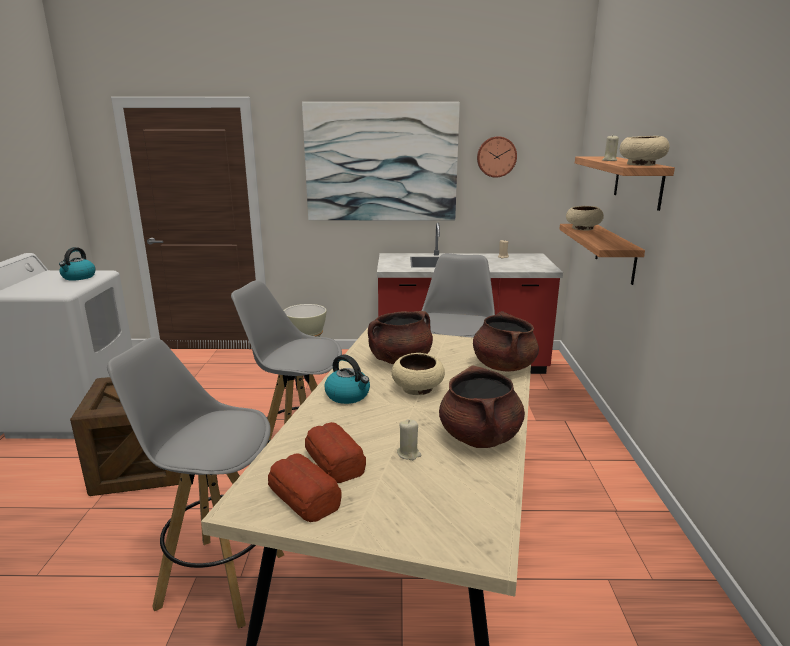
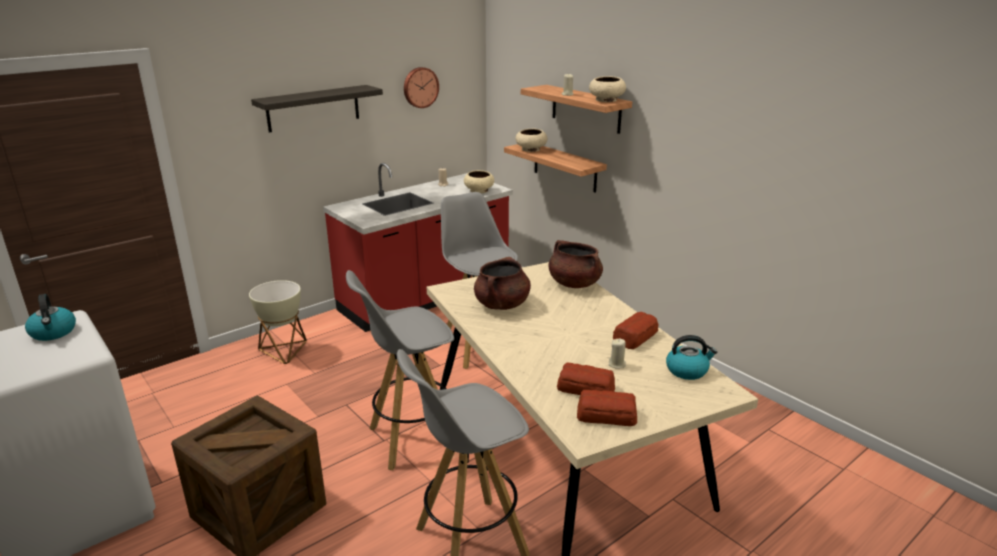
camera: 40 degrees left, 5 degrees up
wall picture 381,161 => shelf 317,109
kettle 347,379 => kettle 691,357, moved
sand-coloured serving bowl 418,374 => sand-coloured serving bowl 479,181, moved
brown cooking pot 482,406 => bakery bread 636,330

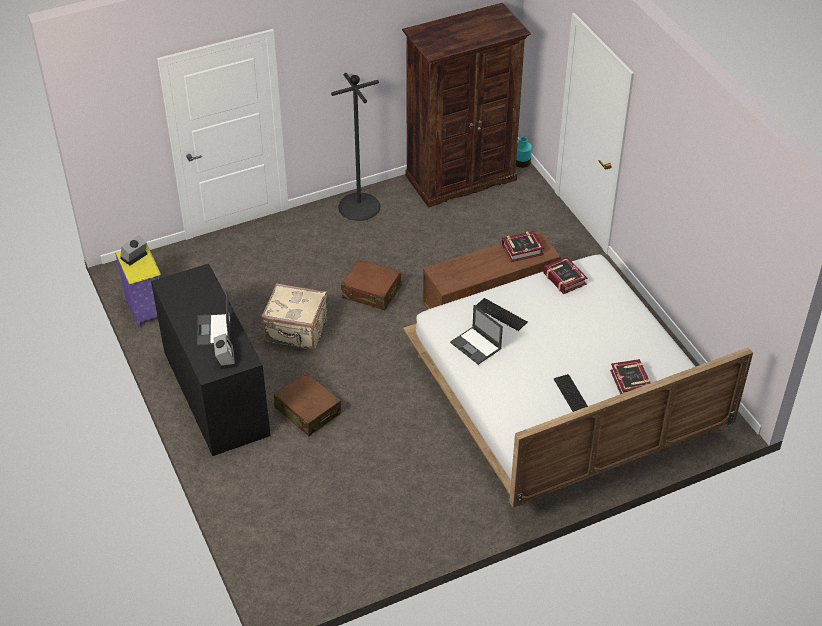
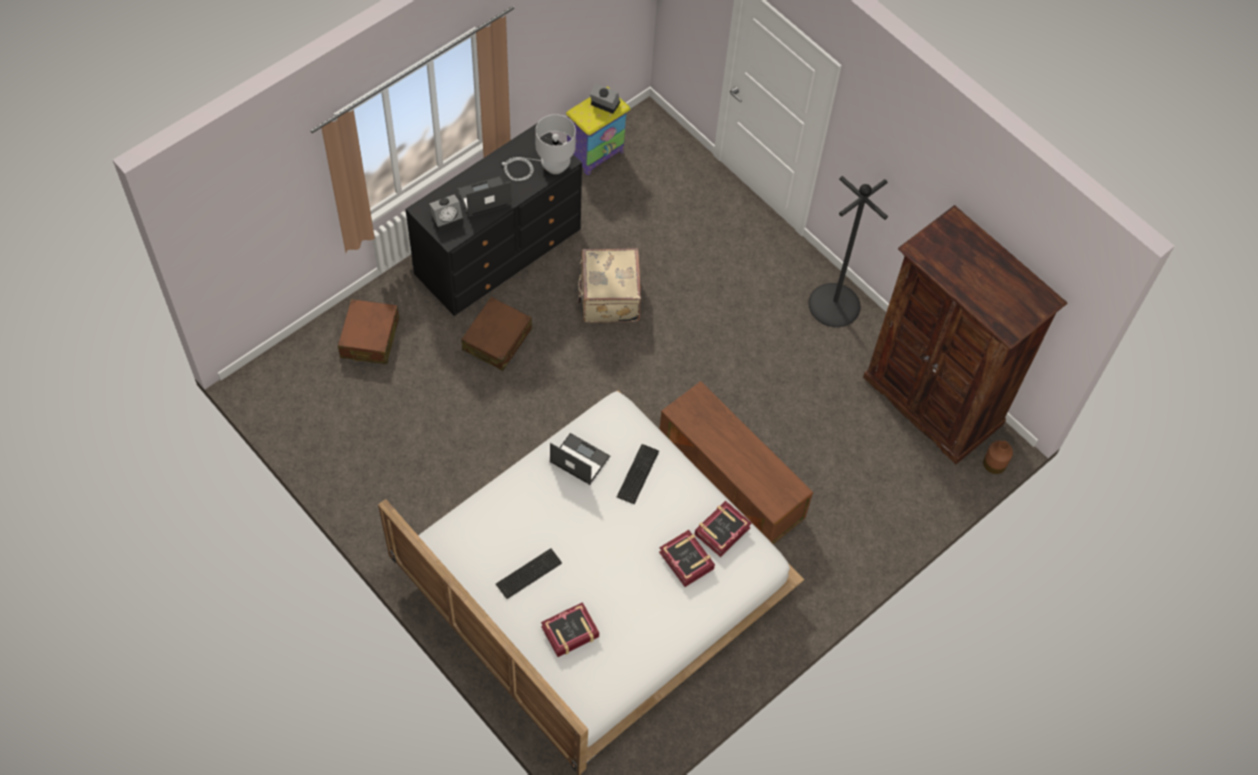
camera: 70 degrees right, 15 degrees up
brown suitcase 371,284 => brown suitcase 369,331, moved
laptop 476,335 => laptop 580,459, 90 degrees clockwise
volume 523,246 => volume 687,558, moved
turquoise flower vase 524,152 => brown flower vase 998,457
nothing => greyish table lamp 539,147

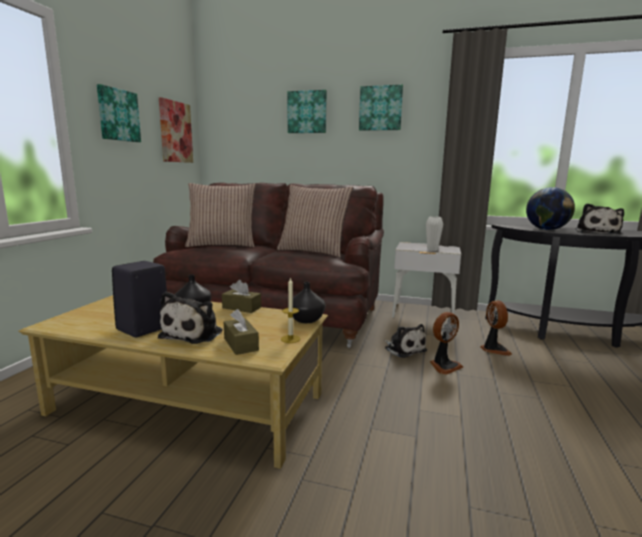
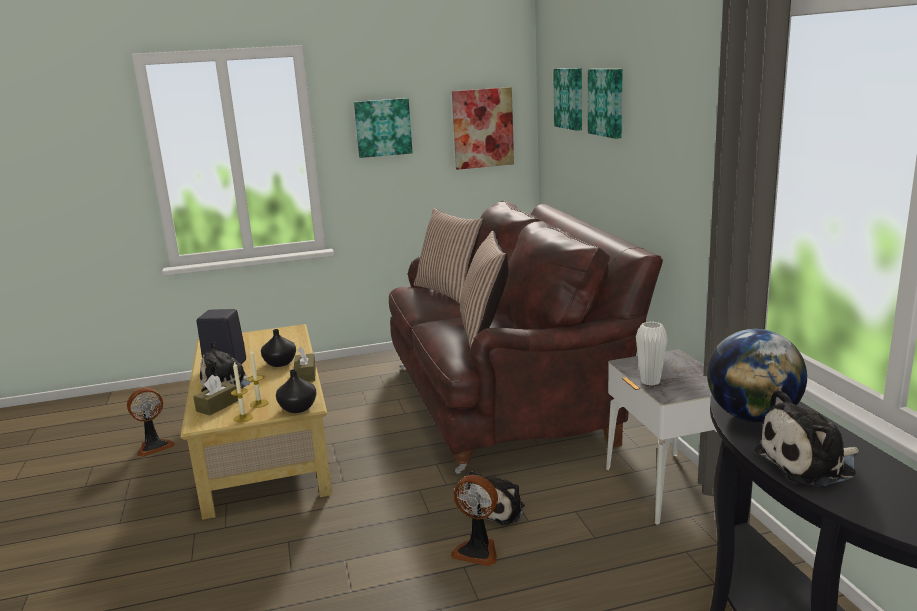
camera: 60 degrees right, 5 degrees up
wall picture 381,108 => wall picture 567,99, moved
fan 496,328 => fan 151,422, moved
nothing => wax light 257,379

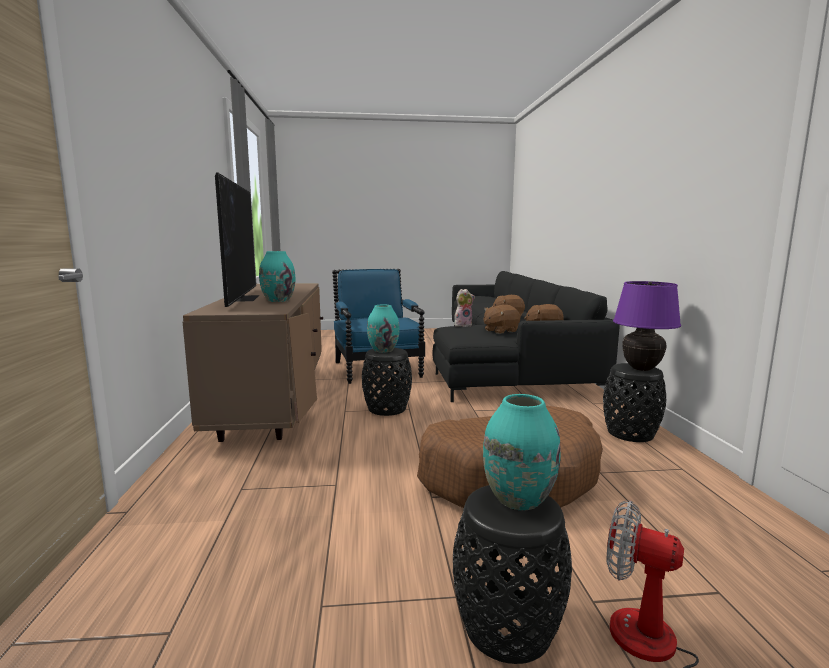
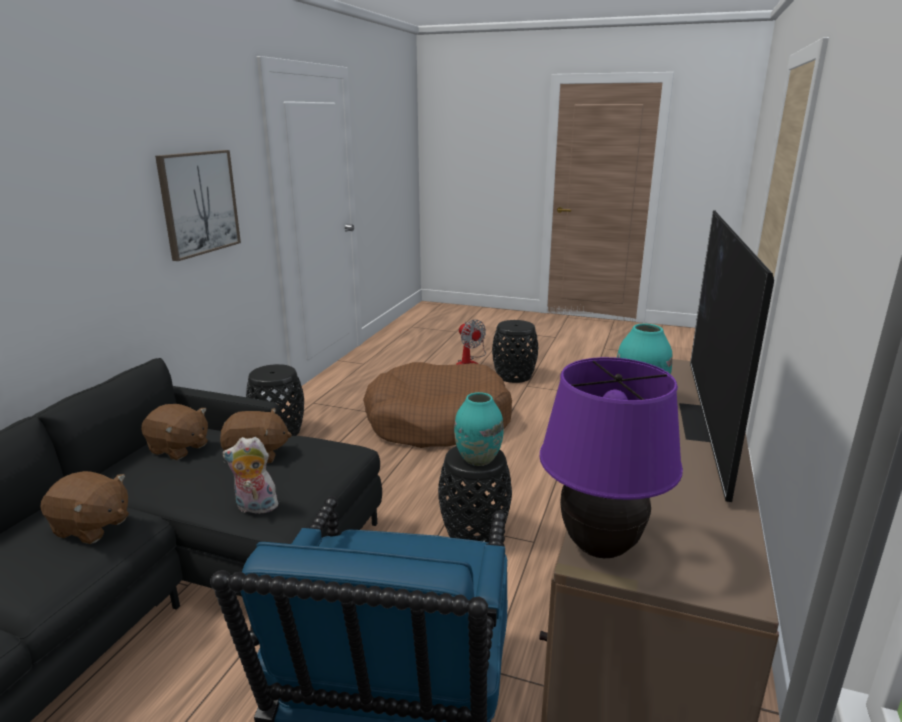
camera: 155 degrees left, 10 degrees up
turquoise flower vase 522,452 => nothing
purplish table lamp 647,326 => purplish table lamp 611,458, moved
nothing => wall picture 198,205

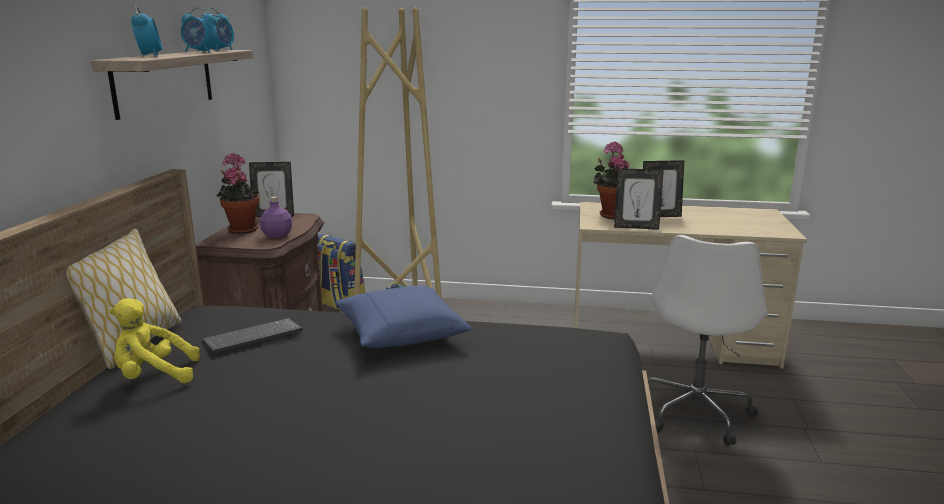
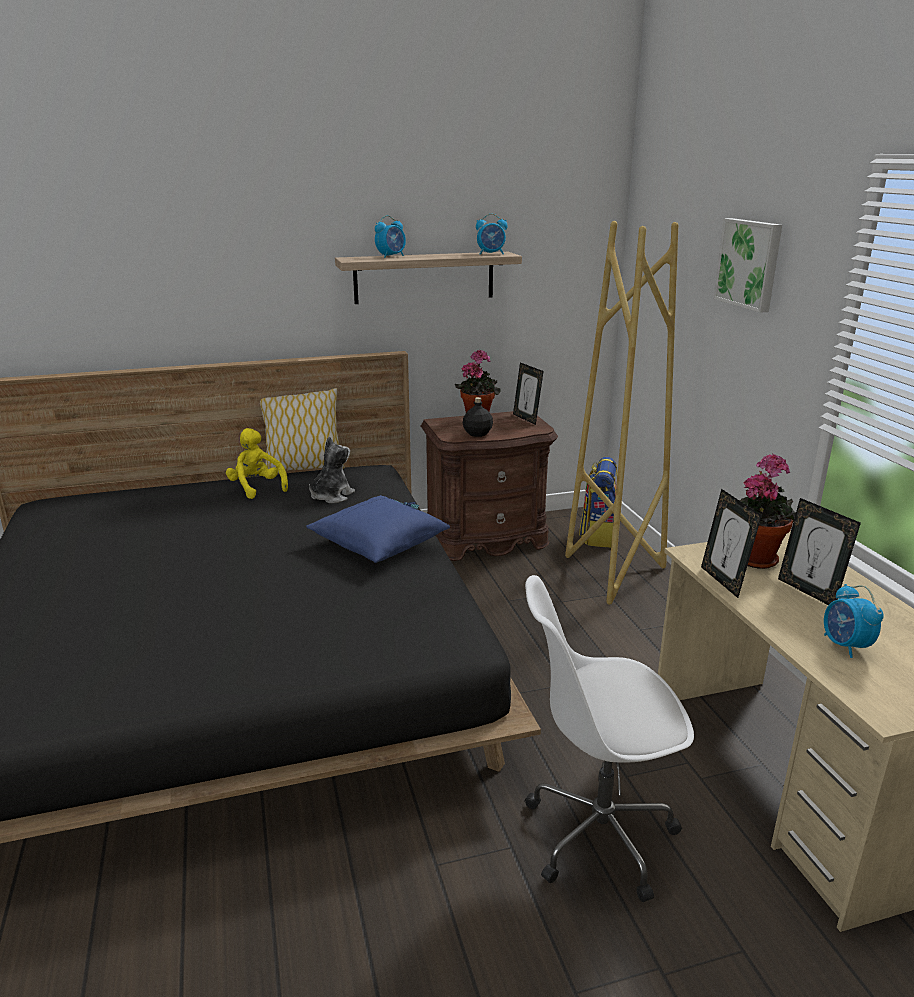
camera: 65 degrees right, 5 degrees up
table clock 199,29 => table clock 854,621, moved
keyboard 253,335 => cuddly toy 332,470
purplish drink bottle 276,217 => black drink bottle 478,417
nothing => wall picture 747,265

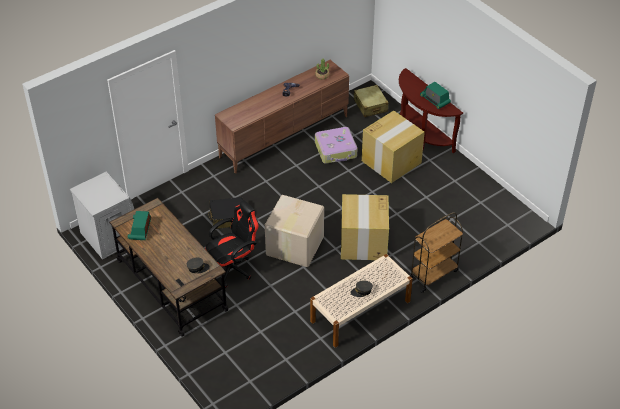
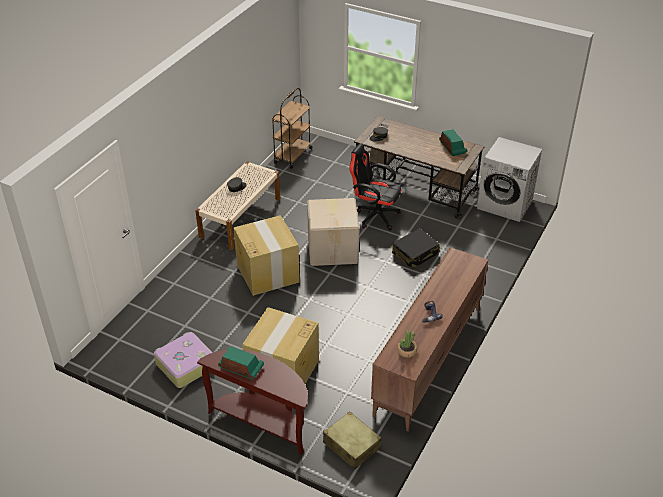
camera: 155 degrees right, 5 degrees down
black computer chair 232,244 => black computer chair 375,186, 90 degrees clockwise
suitcase 336,145 => suitcase 183,360, moved
brown wheeled cart 436,252 => brown wheeled cart 292,128, moved

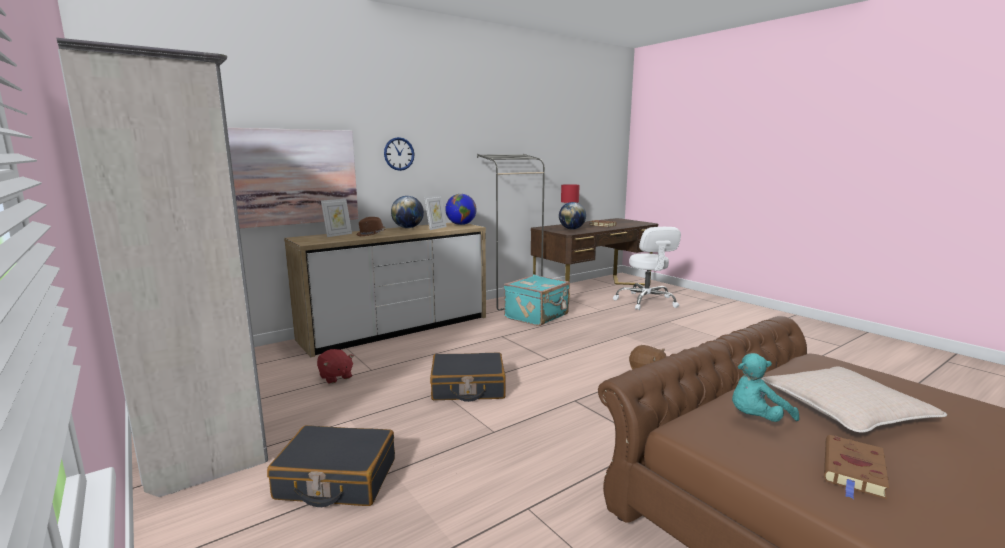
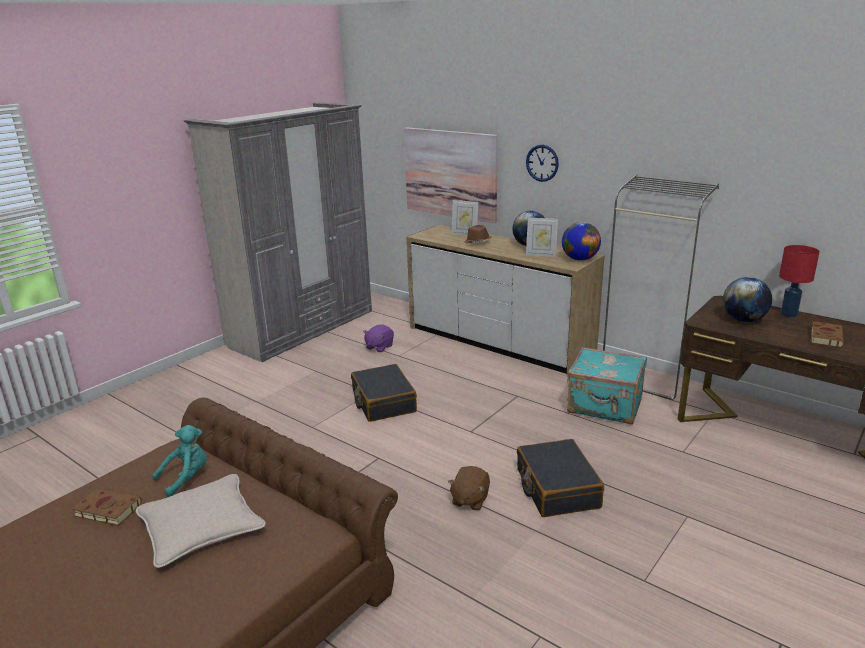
camera: 75 degrees right, 10 degrees up
black suitcase 331,466 => black suitcase 560,478, moved
reddish cuddly toy 335,366 => purplish cuddly toy 378,338
whitish computer chair 647,268 => nothing
turquoise cuddly toy 765,387 => turquoise cuddly toy 179,461, 90 degrees clockwise

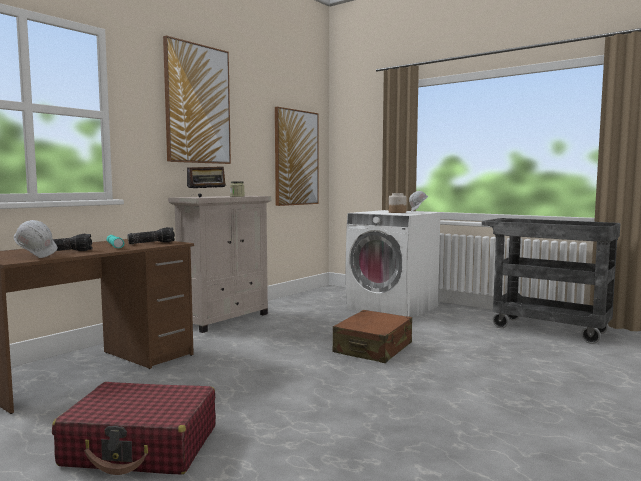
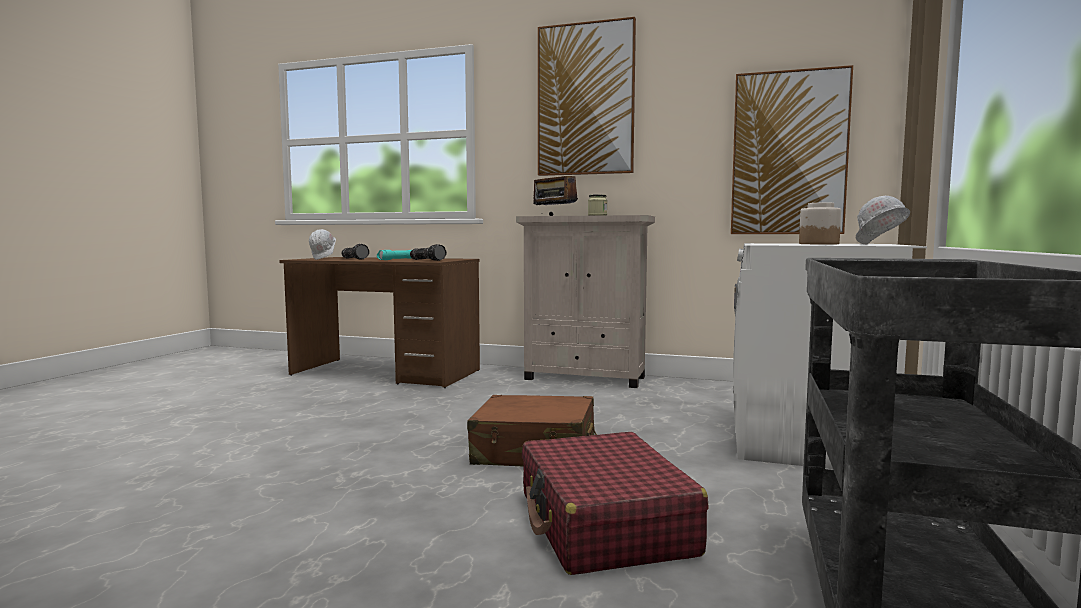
camera: 70 degrees right, 0 degrees up
reddish suitcase 134,428 => reddish suitcase 615,503, moved

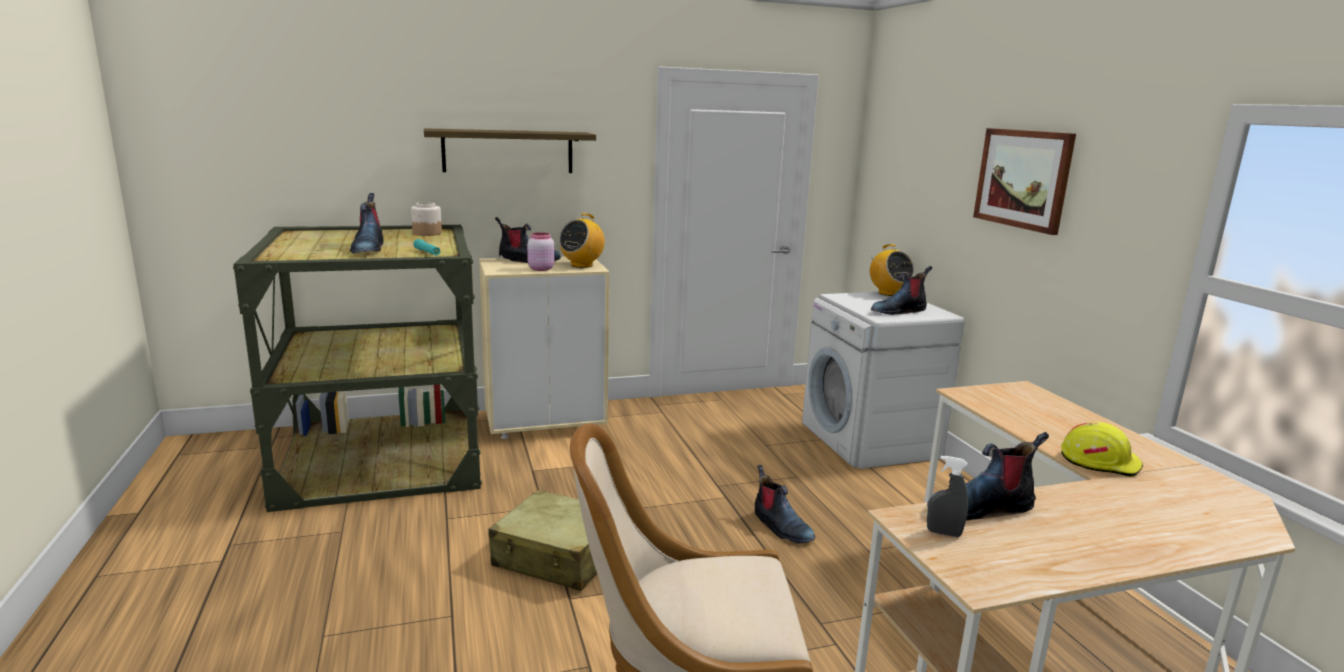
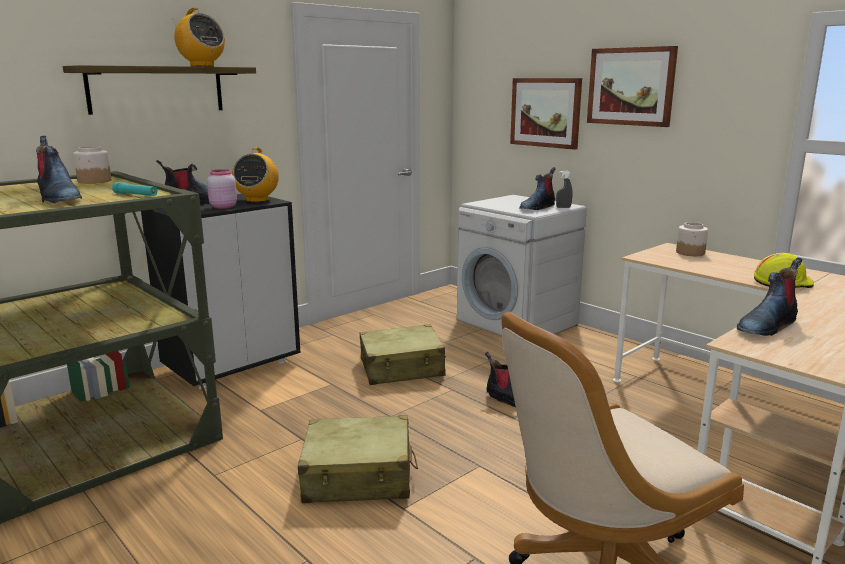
camera: 25 degrees left, 0 degrees up
sand-coloured storage cabinet 544,347 => black storage cabinet 220,292
radio 891,270 => radio 198,37, moved
greyish sprayer 947,496 => greyish sprayer 564,189, moved
nothing => sand-coloured suitcase 403,354
nothing => wall picture 546,114
nothing => preserve jar 692,239

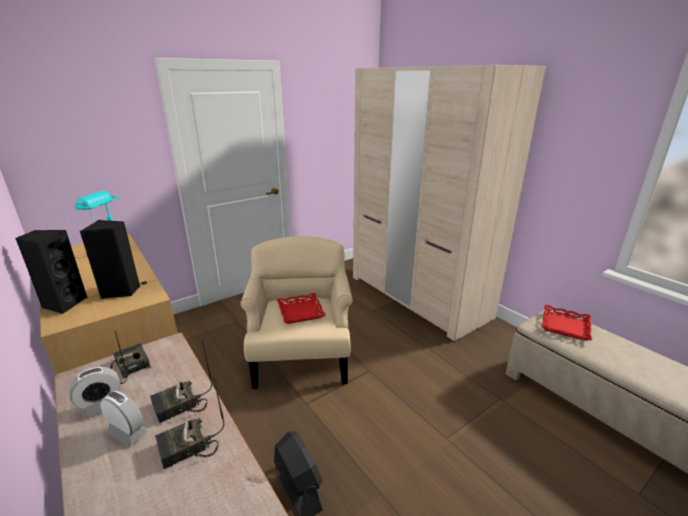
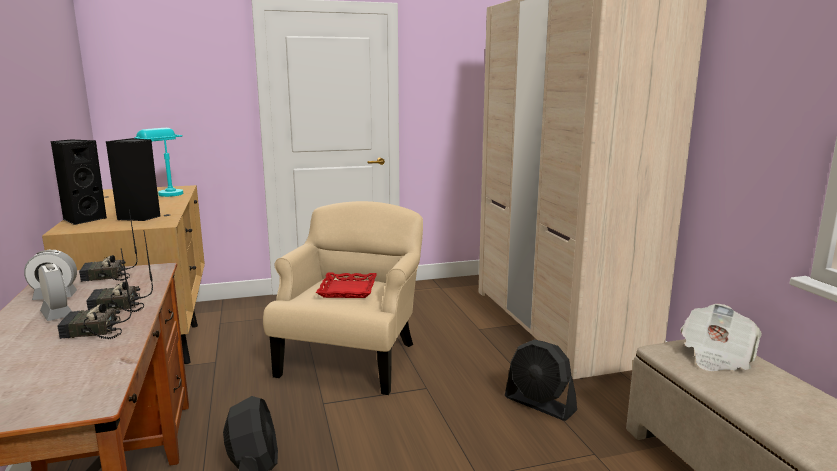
camera: 20 degrees right, 10 degrees down
radio 130,357 => radio 108,246, 90 degrees counterclockwise
reddish serving tray 566,323 => printed paper 721,337
nothing => black fan 541,380

